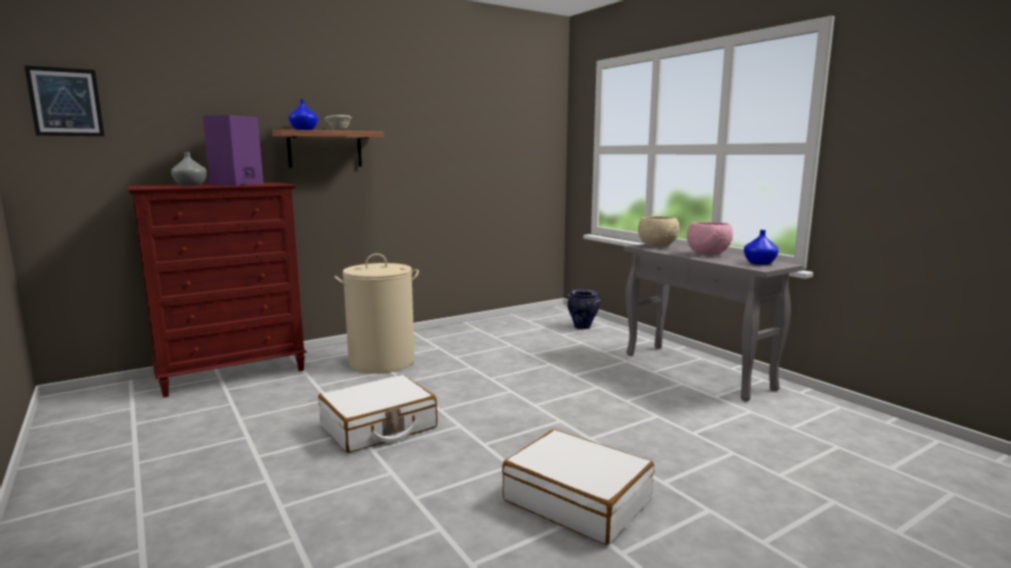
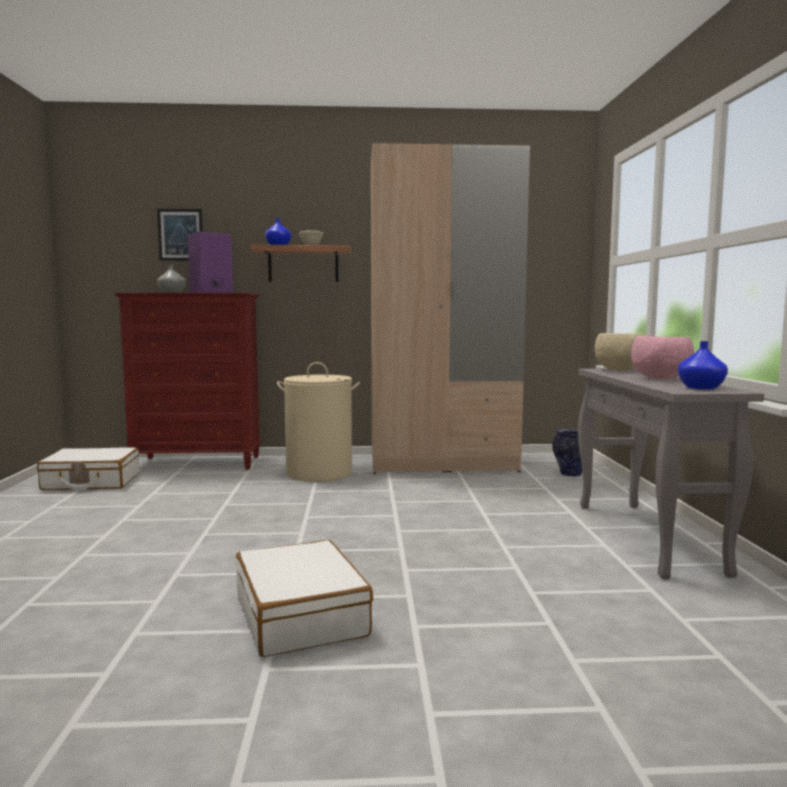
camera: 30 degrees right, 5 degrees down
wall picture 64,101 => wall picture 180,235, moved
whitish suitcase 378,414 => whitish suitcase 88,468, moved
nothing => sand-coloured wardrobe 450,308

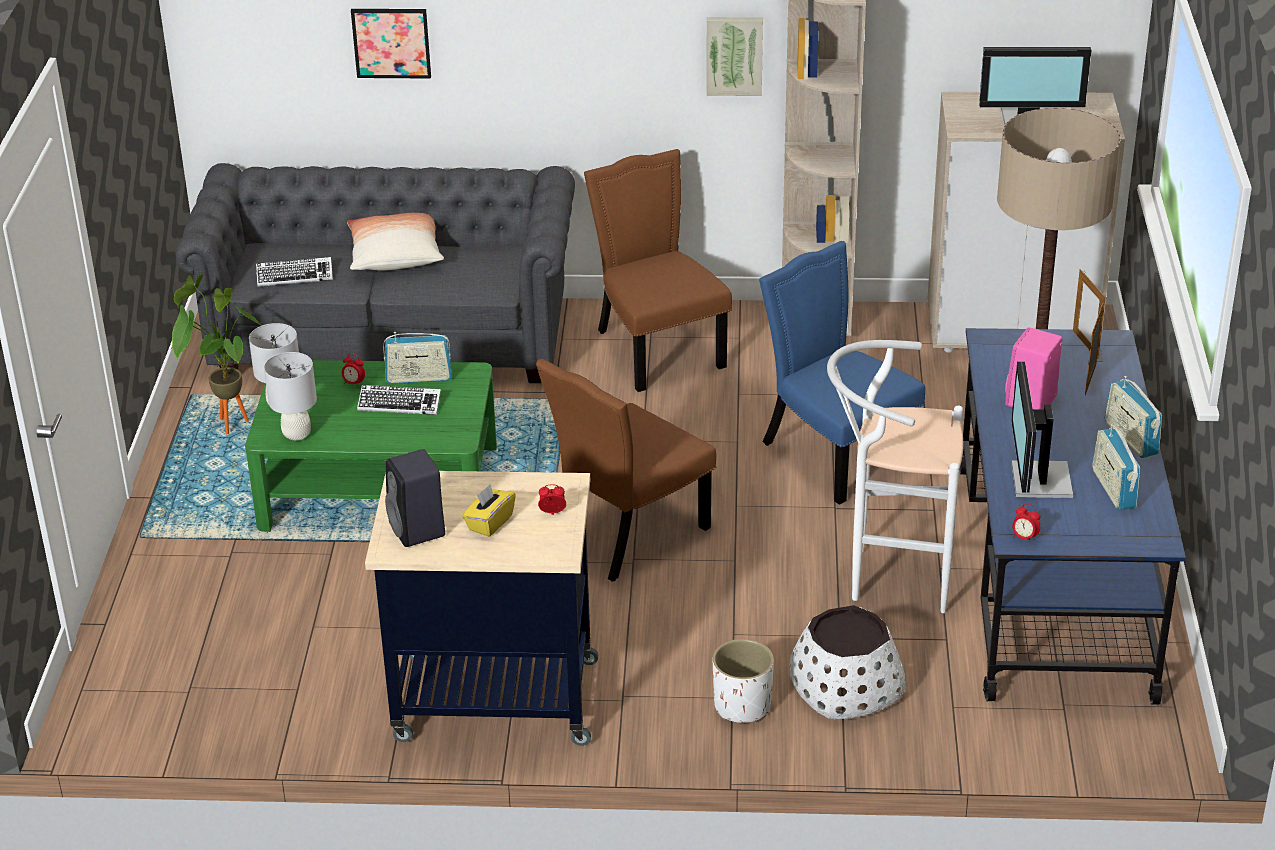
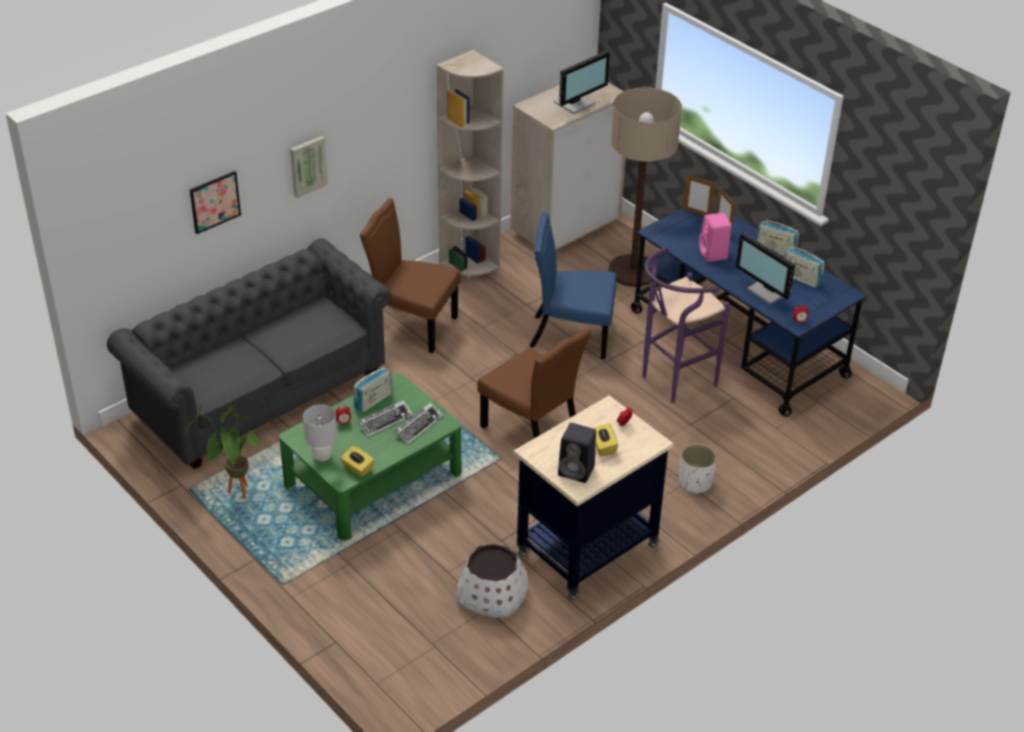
camera: 45 degrees left, 5 degrees up
keyboard 294,272 => keyboard 419,423, moved
greyish table lamp 290,396 => yellow box of tissues 357,461
pillow 395,241 => nothing
brown plain chair 626,470 => brown plain chair 534,382, 45 degrees counterclockwise
wall picture 735,56 => wall picture 309,167, moved
whitish plant pot 847,662 => whitish plant pot 492,581, moved
whitish stool seat 895,476 => purplish stool seat 686,325

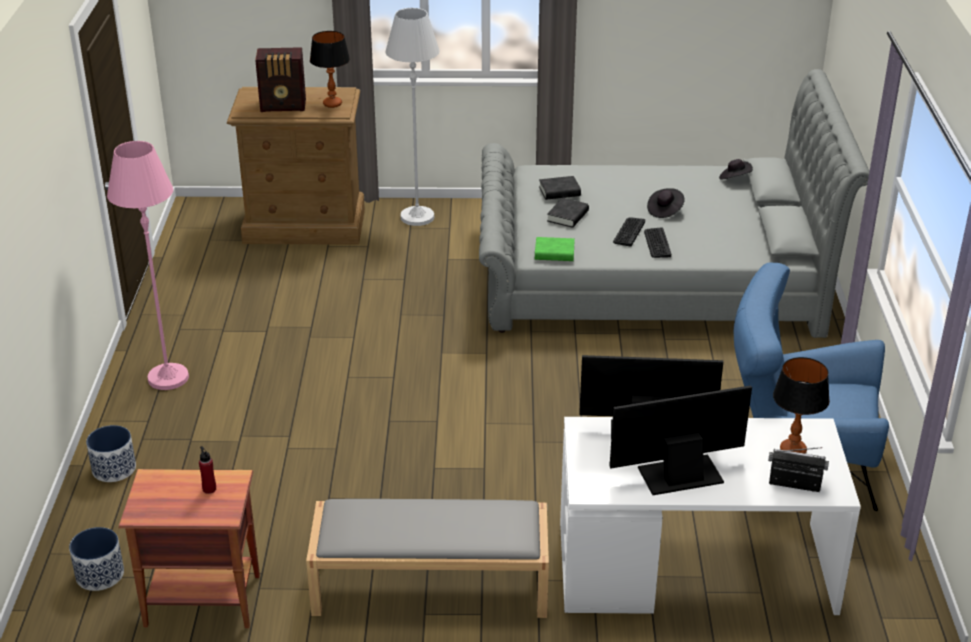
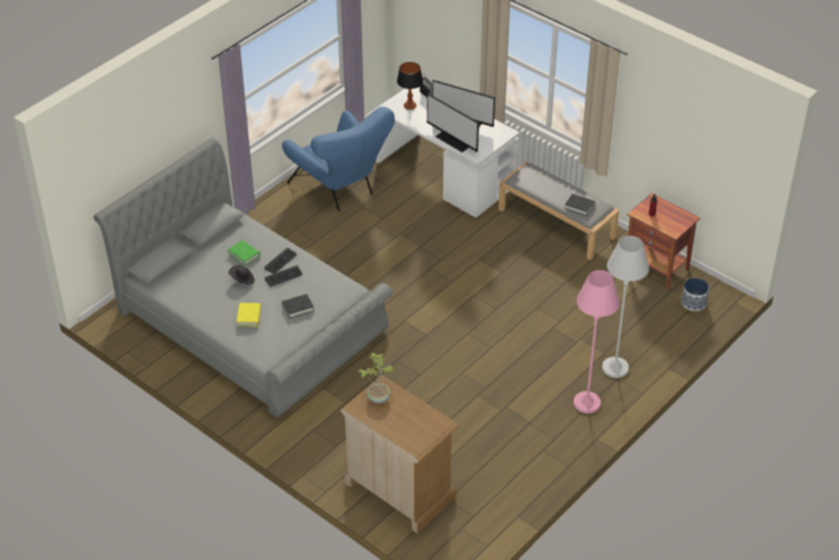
camera: 140 degrees left, 10 degrees up
plant pot 111,453 => nothing
radio 280,79 => nothing
table lamp 330,69 => houseplant 376,378
whitish standard lamp 412,117 => whitish standard lamp 625,307, moved
greenish volume 555,249 => greenish volume 244,253, moved
black volume 560,188 => black volume 580,205, moved
black wearable hat 736,169 => nothing
nothing => yellow volume 249,314

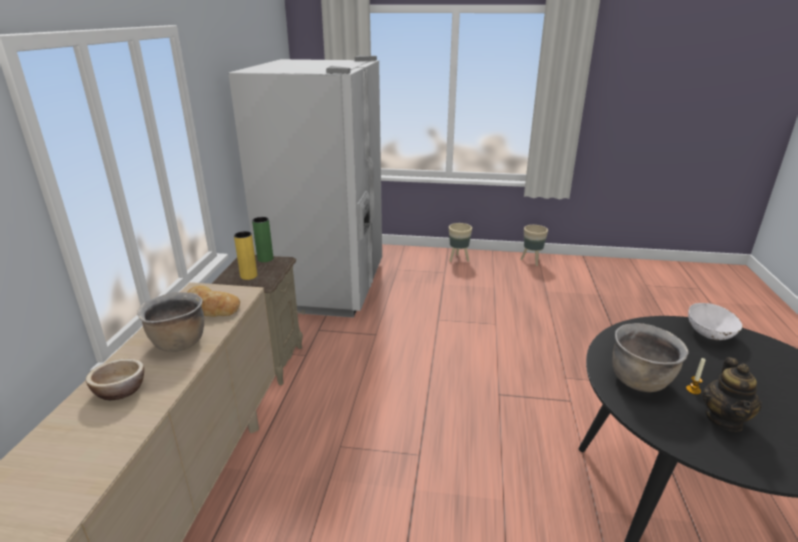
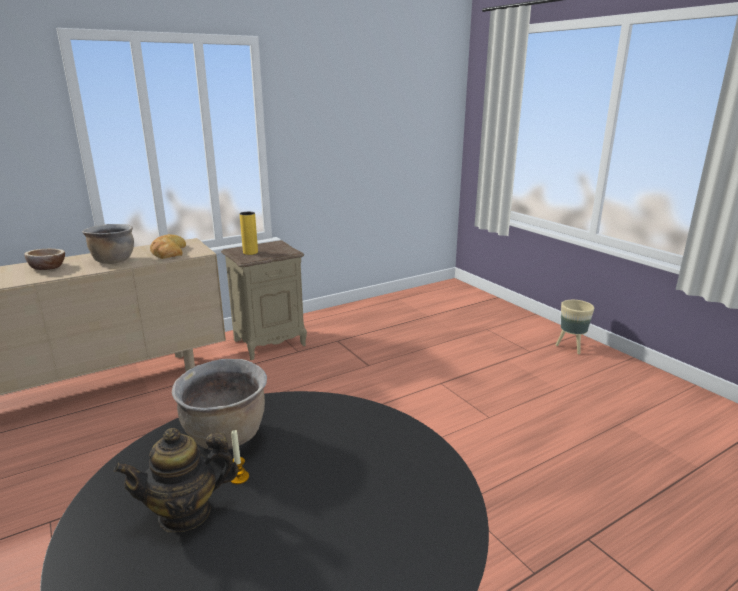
camera: 50 degrees right, 5 degrees down
whitish kitchen fridge 305,187 => nothing
greenish flower vase 262,239 => nothing
sand-coloured plant pot 534,245 => nothing
whitish serving bowl 715,321 => nothing

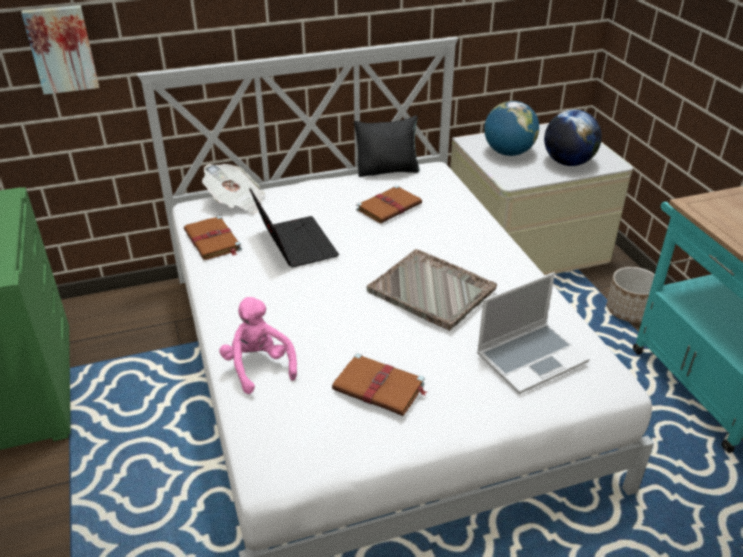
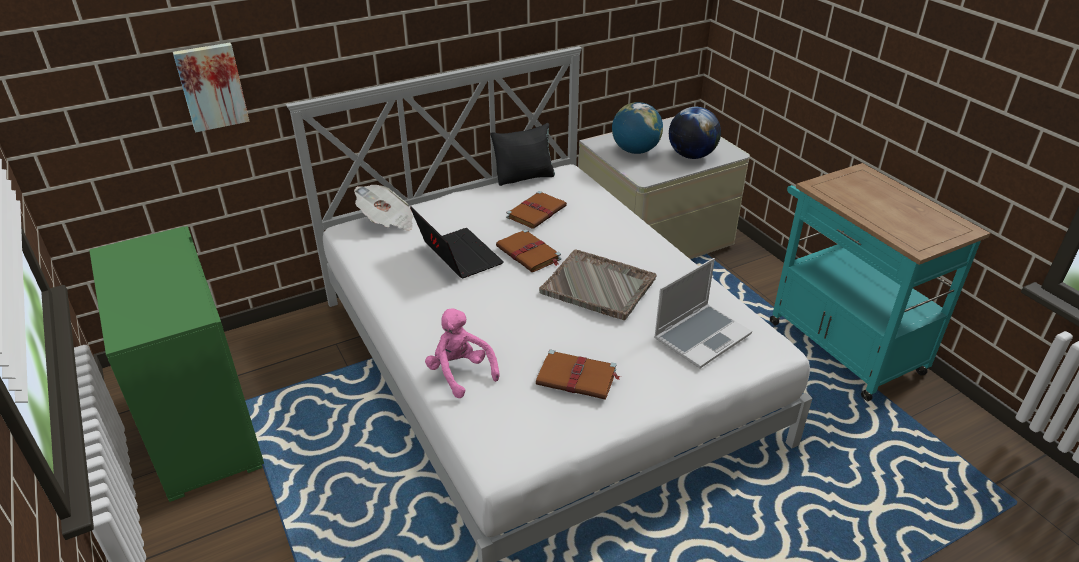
camera: 10 degrees left, 0 degrees up
brown volume 213,238 => brown volume 528,250, moved
plant pot 631,295 => nothing

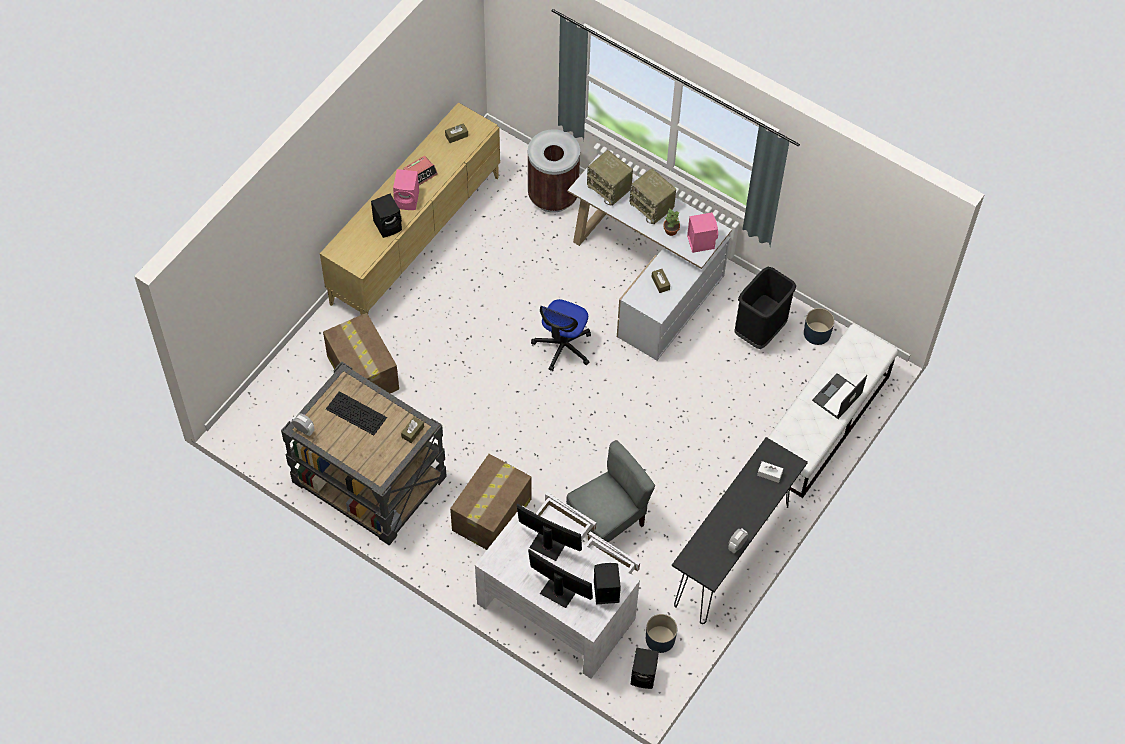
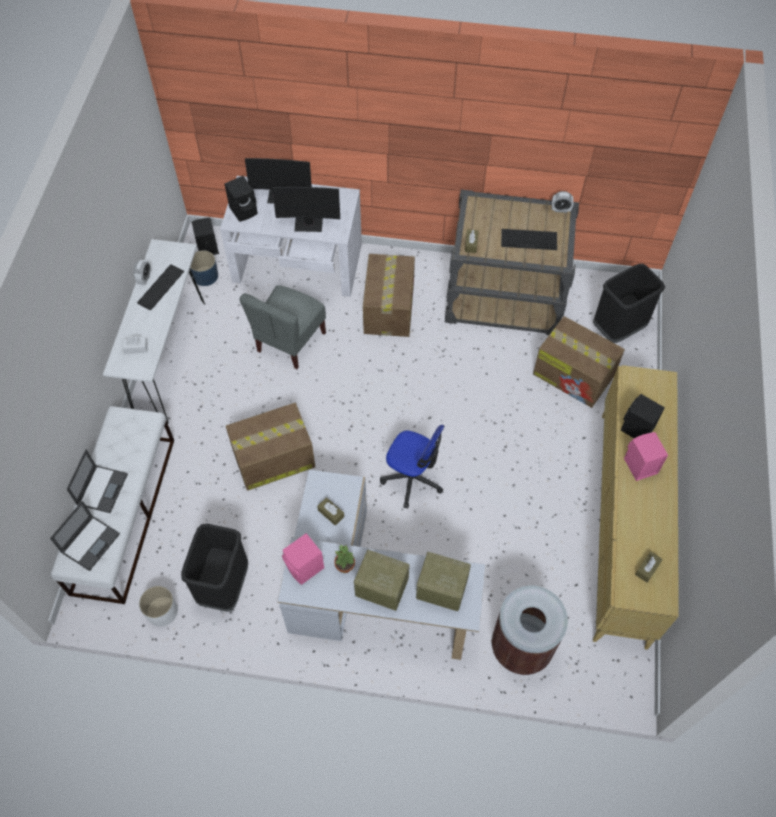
camera: 155 degrees right, 0 degrees up
table clock 420,170 => nothing
computer chair 561,335 => computer chair 412,467, 120 degrees clockwise
black console table 740,530 => whitish console table 154,331
bluish plant pot 819,326 => whitish plant pot 158,606
nothing => laptop 85,536
nothing => keyboard 160,287
nothing => carton 270,447
nothing => black waste bin 629,303

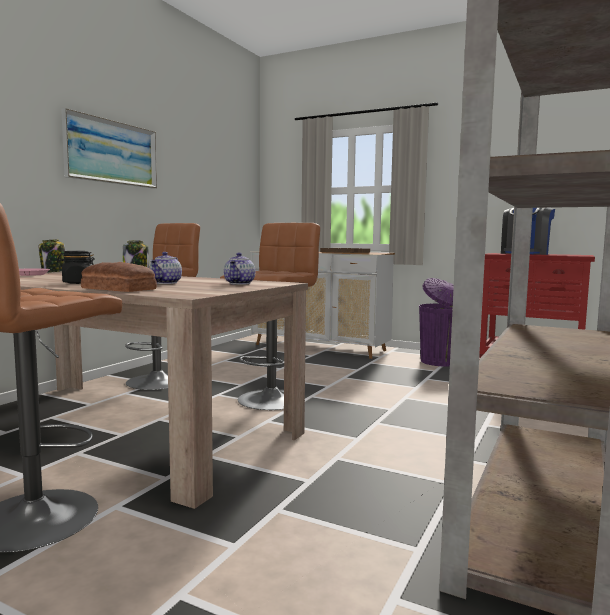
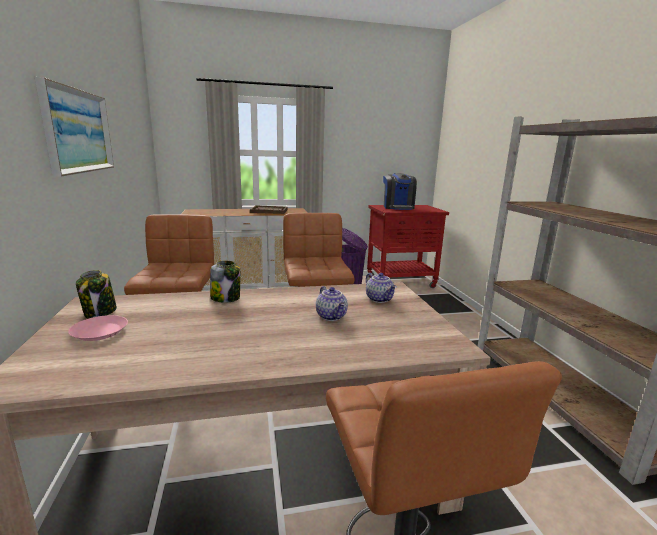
camera: 40 degrees left, 10 degrees up
black preserve jar 76,267 => nothing
bakery bread 119,277 => nothing

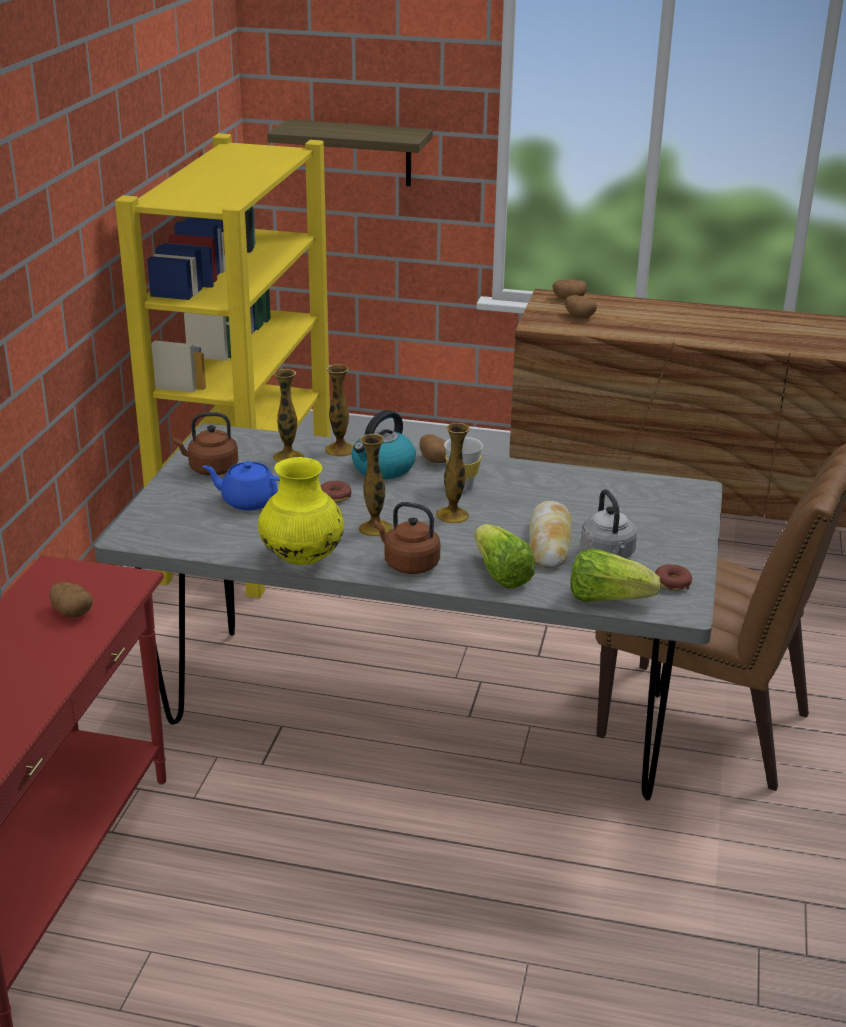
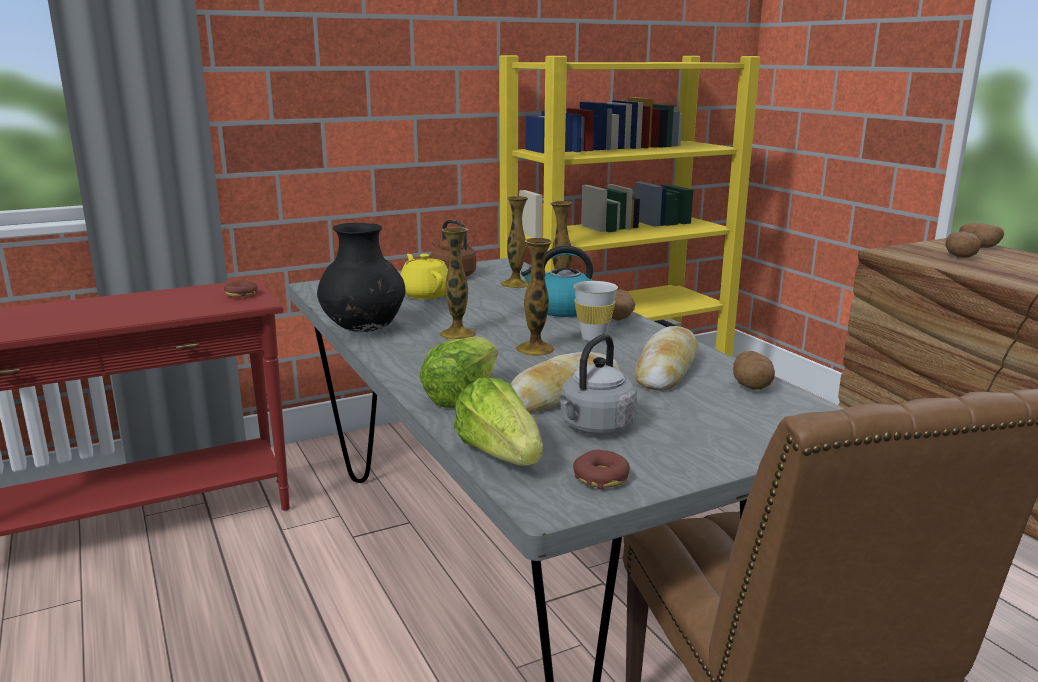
camera: 50 degrees right, 10 degrees down
spud 71,599 => spud 754,370, moved
bluish teapot 241,486 => yellow teapot 424,276
yellow flower vase 301,511 => black flower vase 361,277
shelf 350,152 => nothing
ring doughnut 336,492 => ring doughnut 241,289, moved
brown kettle 407,538 => nothing
nothing => bakery bread 667,358

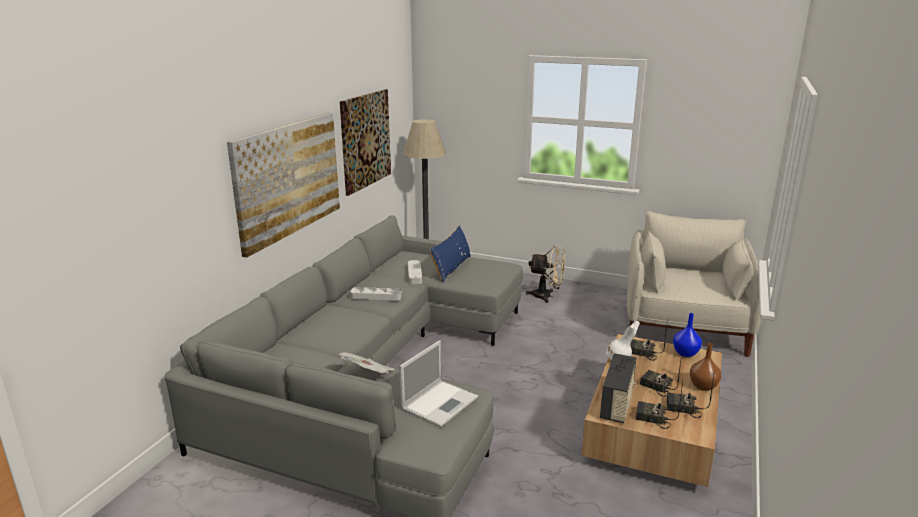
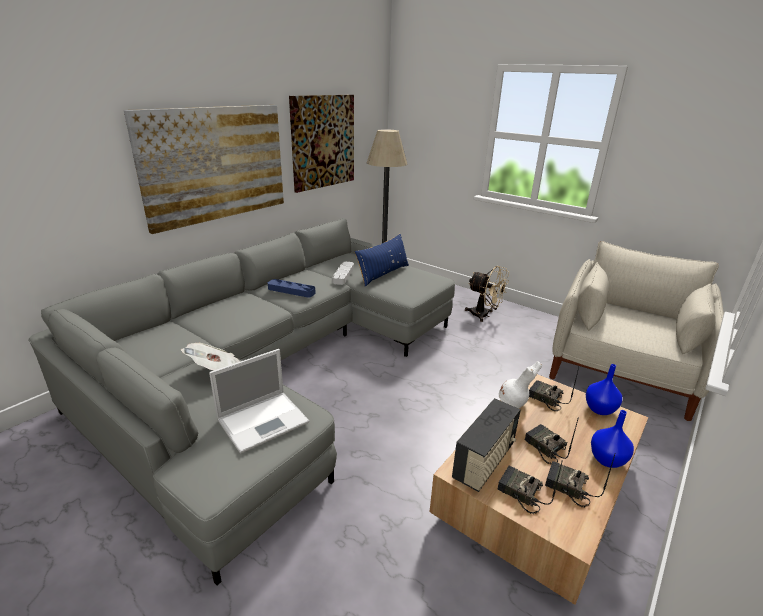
camera: 15 degrees right, 5 degrees up
greyish serving tray 376,294 => bluish serving tray 292,288
brown flower vase 705,367 => bluish flower vase 612,439

